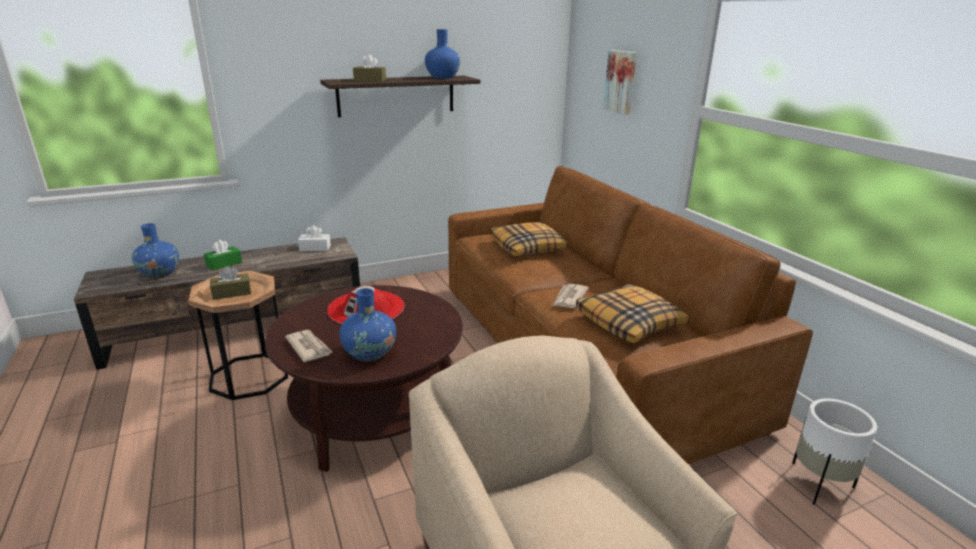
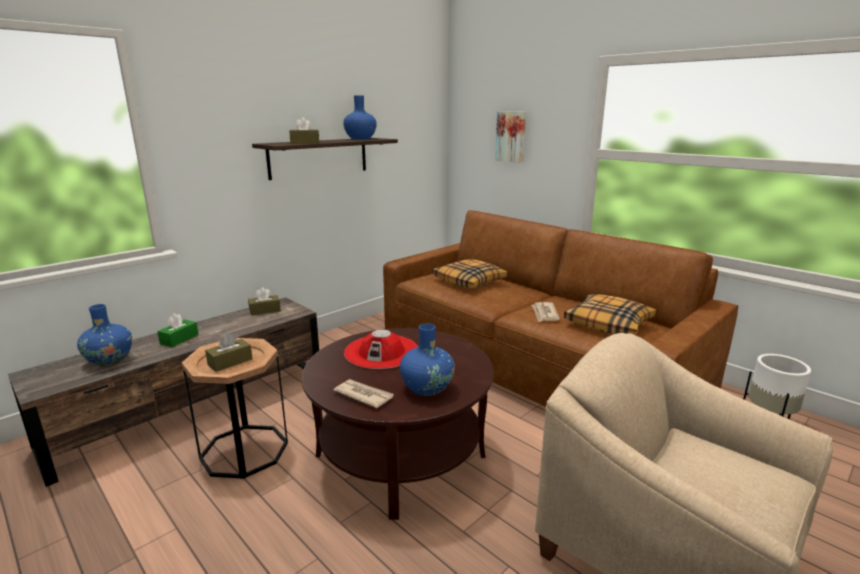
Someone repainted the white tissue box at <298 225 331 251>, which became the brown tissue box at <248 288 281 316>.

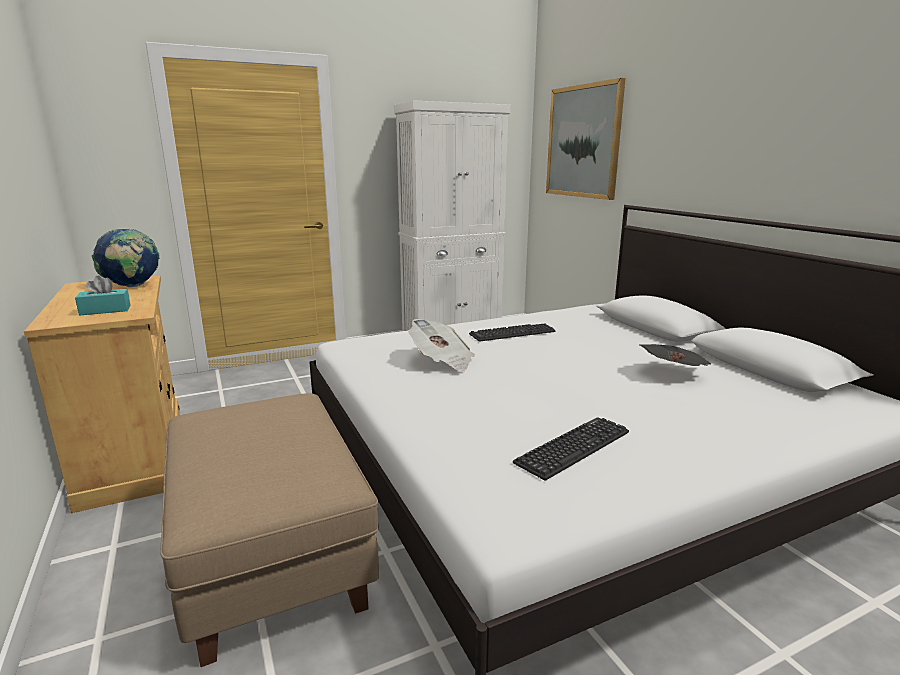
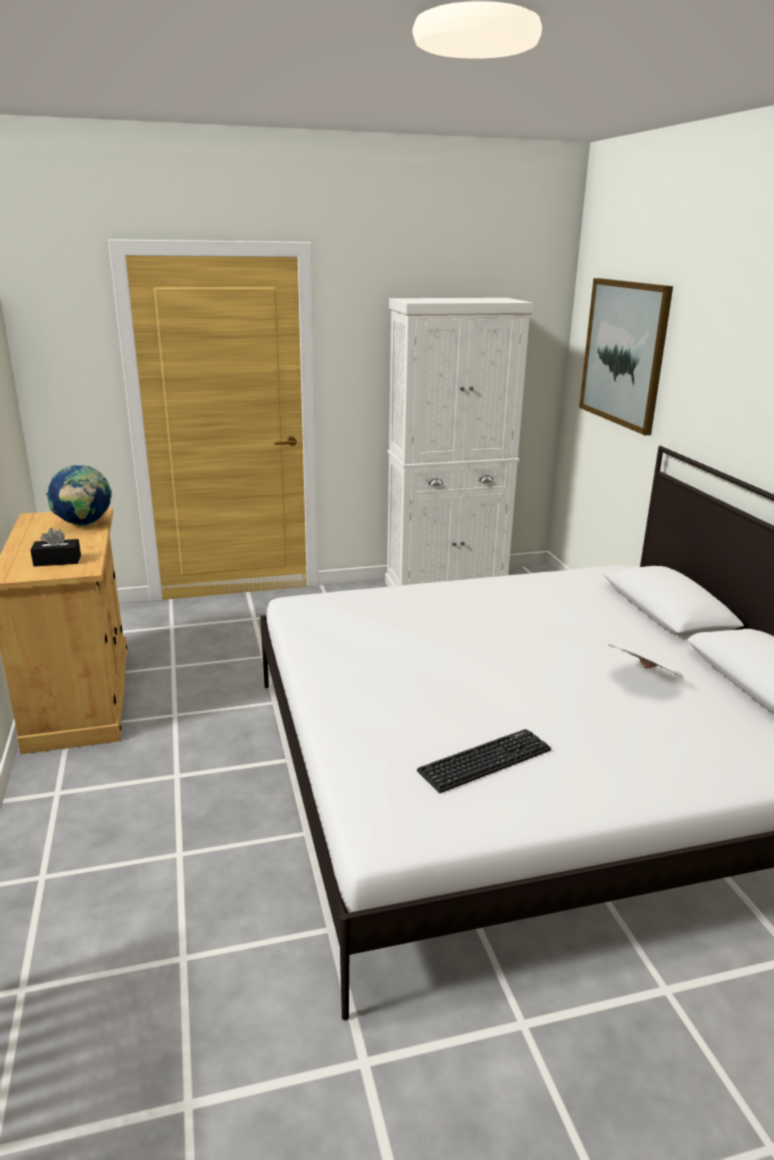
Someone took away the beige ottoman at <160 393 379 667>.
Someone took away the newspaper at <409 319 475 371>.
Someone took away the keyboard at <469 323 555 342>.
Someone repainted the turquoise tissue box at <75 276 131 315>, which became the black tissue box at <30 528 81 566>.

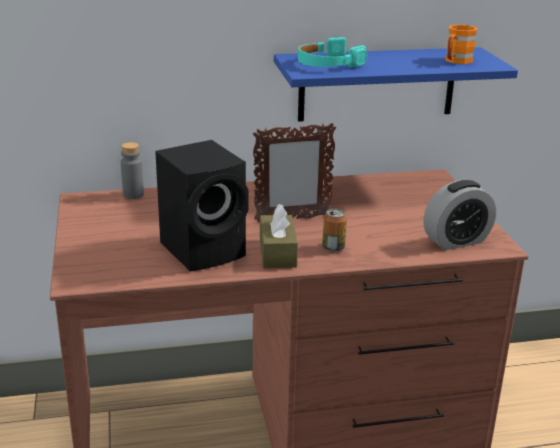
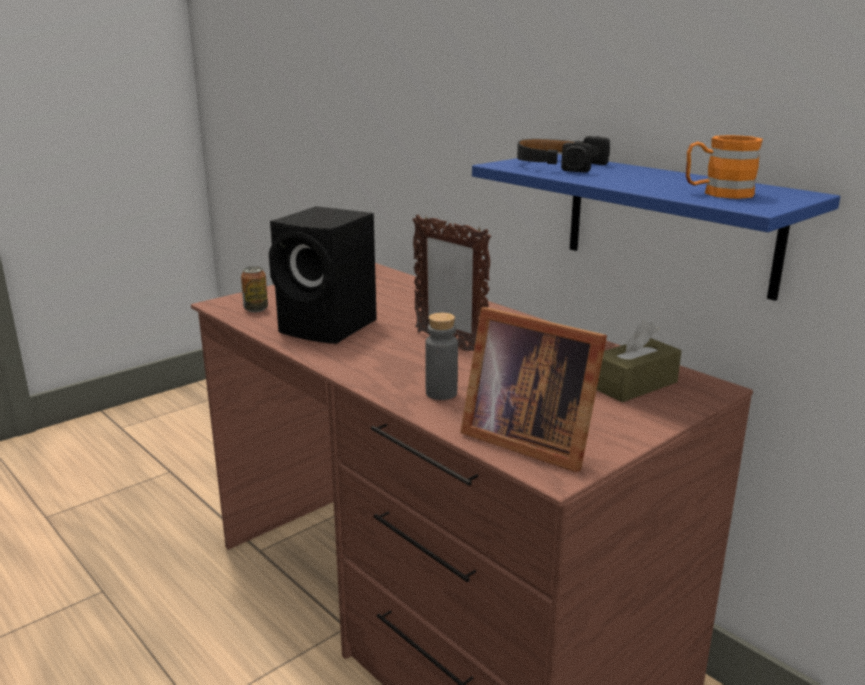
Someone carried the grey bottle from <121 142 144 199> to <425 313 458 400>.
Someone carried the brown tissue box from <260 204 298 268> to <597 320 681 402>.
Someone carried the can from <322 208 347 252> to <241 266 268 312>.
Someone swapped the alarm clock at <424 180 496 250> for the picture frame at <460 307 607 472>.
Someone repainted the turquoise headphones at <298 37 367 67>, which became the black headphones at <517 136 610 172>.

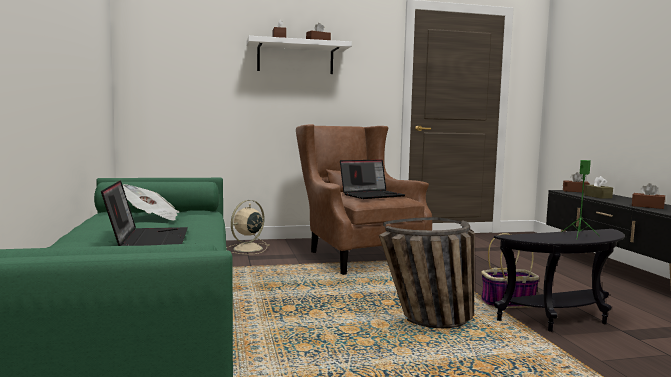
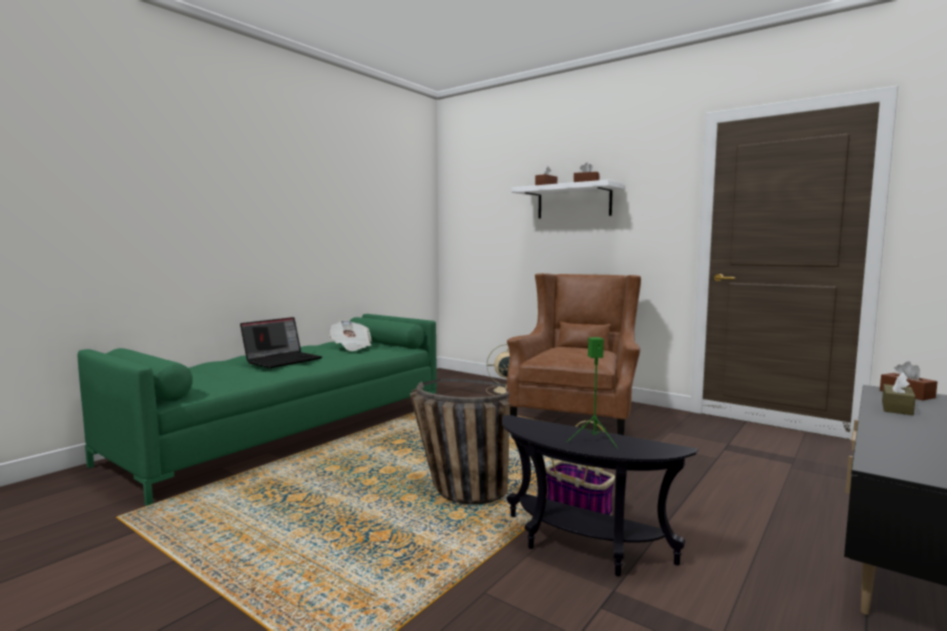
Someone took away the laptop at <340 159 405 199>.
Someone took away the brown tissue box at <632 183 665 209>.

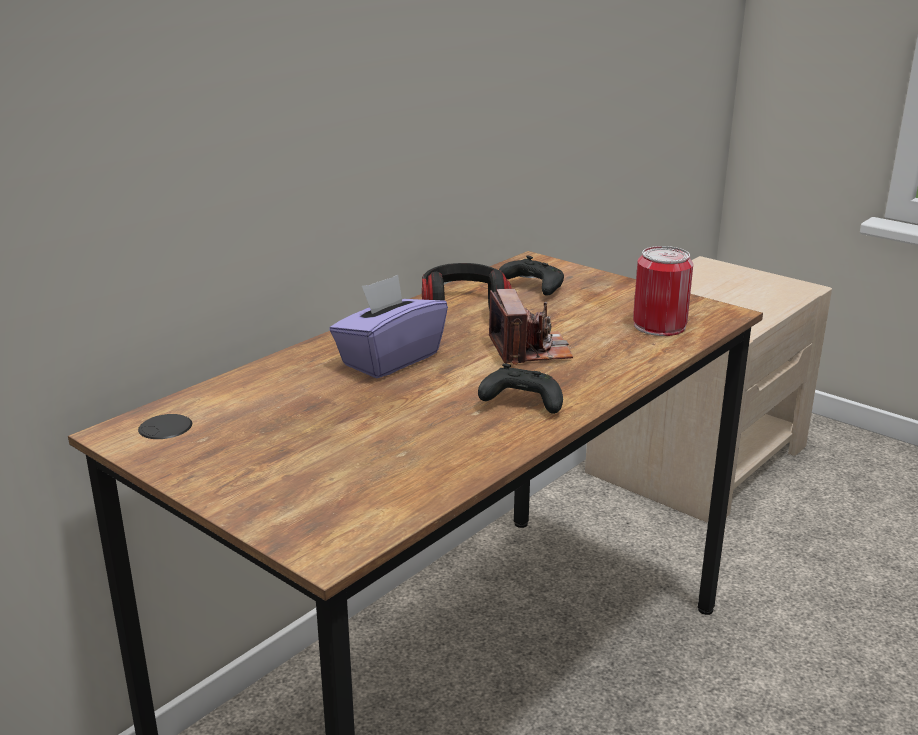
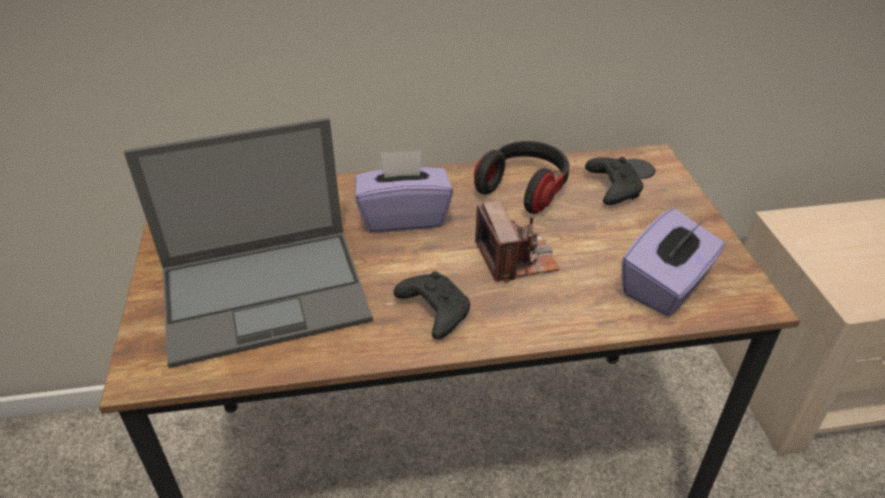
Someone put down the laptop at <124 117 373 368>.
Someone swapped the can at <633 246 693 336> for the purple tissue box at <622 209 725 316>.
Someone rotated the photo camera at <489 289 573 365> by 45 degrees counterclockwise.

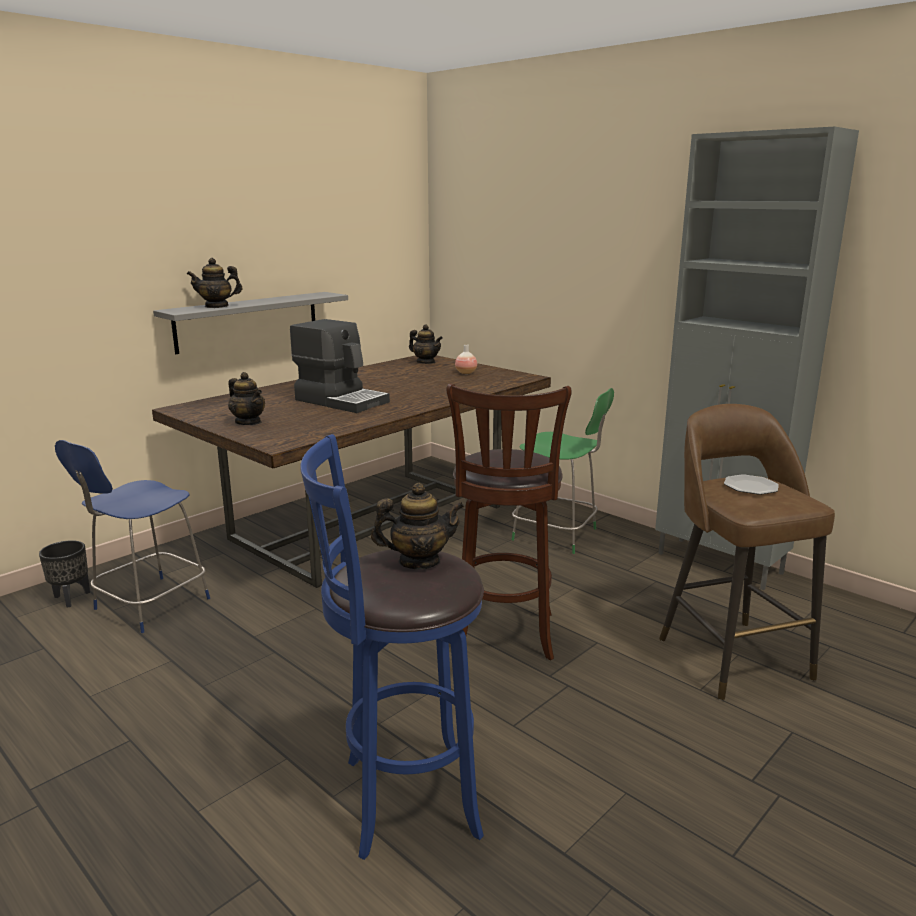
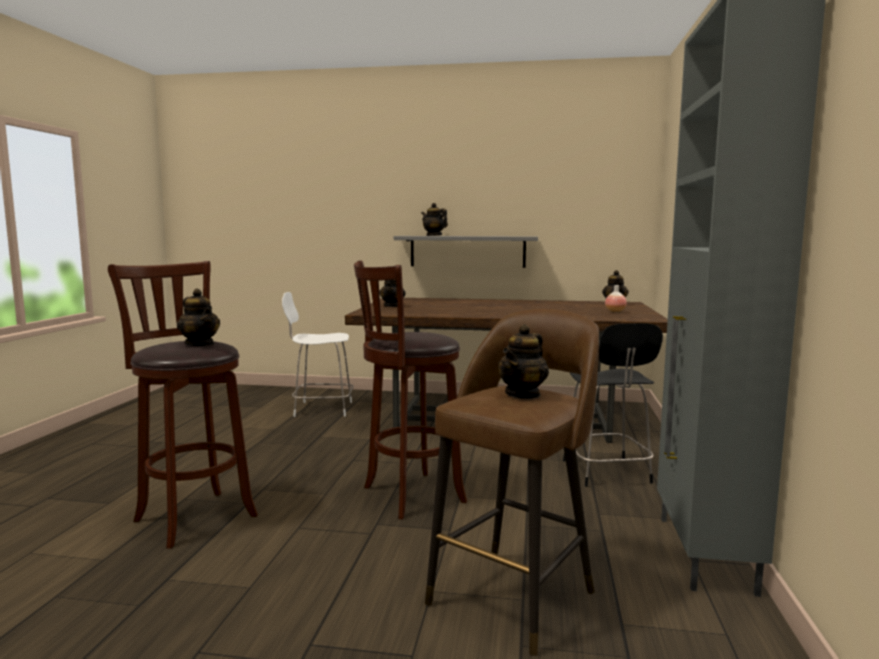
Someone took away the black planter at <39 540 90 607>.
Someone took away the coffee machine at <290 319 390 413>.
Someone swapped the plate at <724 474 779 495> for the teapot at <498 324 549 399>.
Someone repainted the blue chair at <55 440 210 633>, which became the white chair at <282 292 354 417>.
Someone repainted the blue stool at <300 434 484 860>, which became the brown stool at <108 261 258 549>.
Someone repainted the green chair at <511 388 614 554>, which became the black chair at <563 323 663 487>.

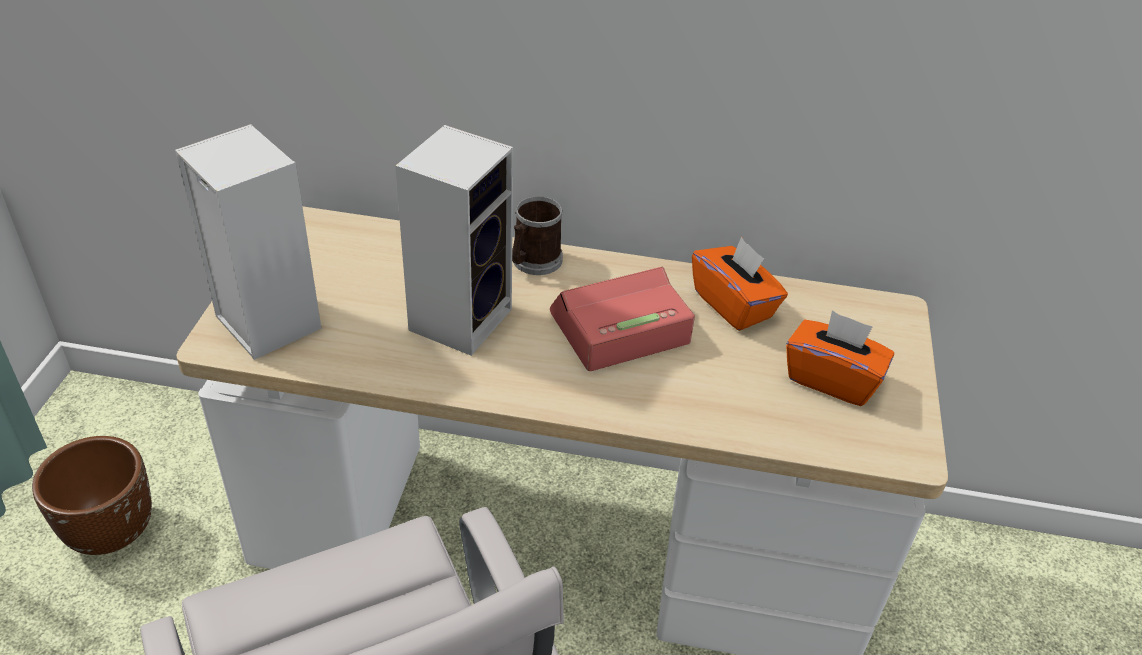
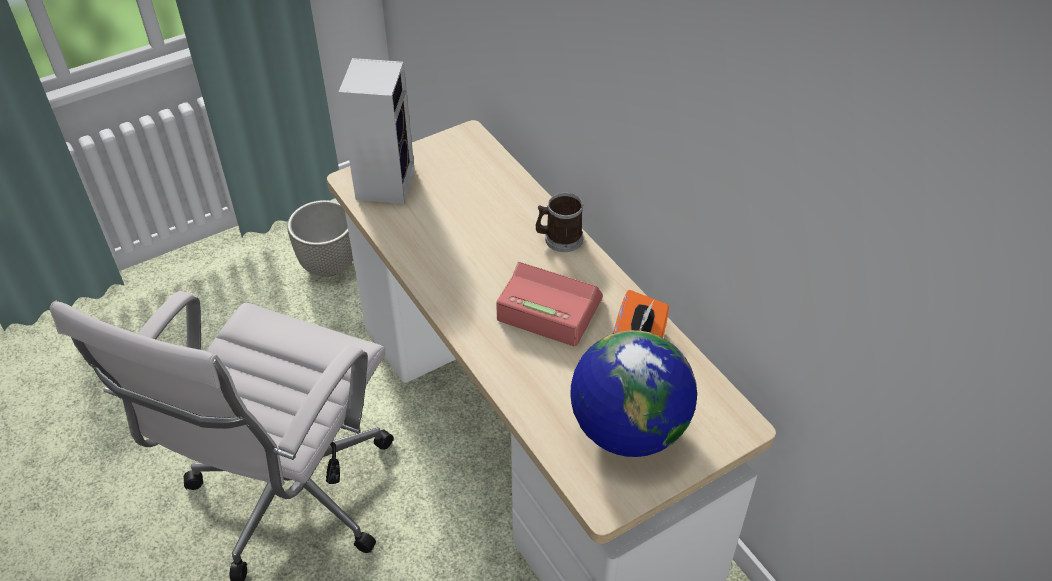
Someone took away the speaker at <395 125 513 356>.
Someone swapped the orange tissue box at <786 310 894 406> for the globe at <570 330 697 457>.
Someone repainted the brown planter at <32 436 152 555>, which became the grey planter at <287 200 353 277>.

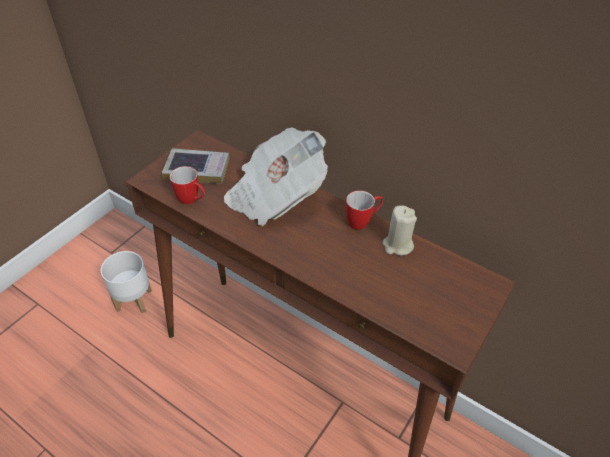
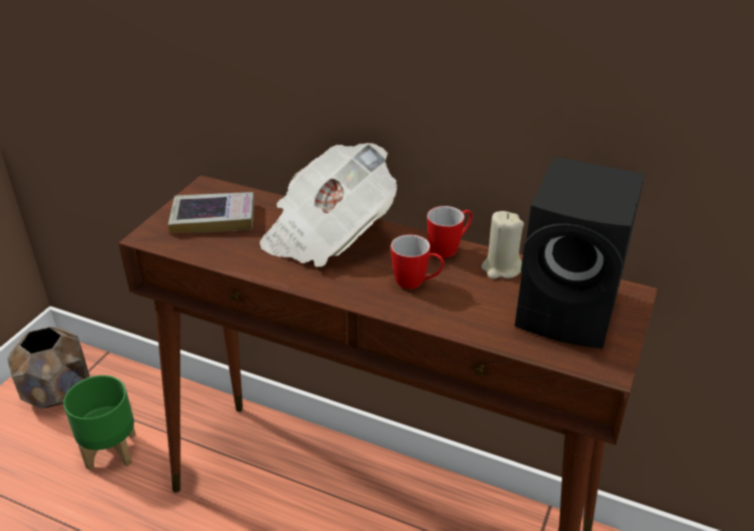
Someone put down the brown planter at <7 327 89 409>.
Someone put down the black speaker at <515 157 645 349>.
Someone carried the mug from <170 166 205 204> to <391 234 444 289>.
Someone repainted the white planter at <101 251 152 313>, which became the green planter at <63 375 136 471>.

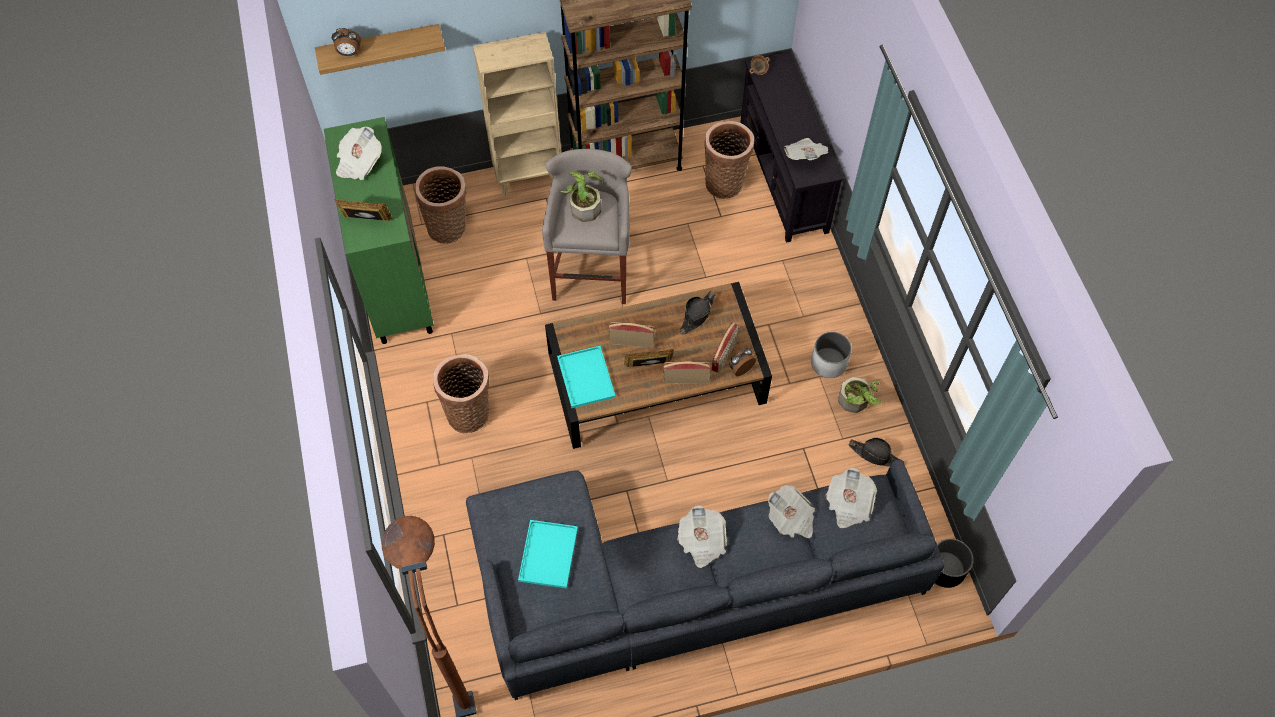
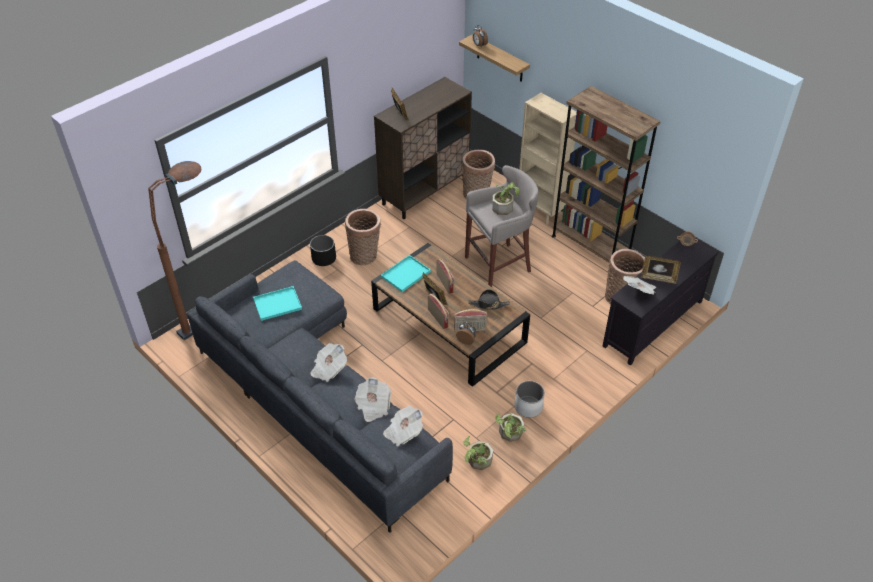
Someone took away the newspaper at <336 127 382 180>.
Someone put down the picture frame at <641 256 681 284>.
Someone carried the black planter from <935 539 973 588> to <310 235 336 266>.
Someone swapped the black hat at <848 438 904 467> for the potted plant at <463 436 493 470>.
Someone repainted the green cabinet at <324 117 434 344>, which became the brown cabinet at <374 77 472 219>.

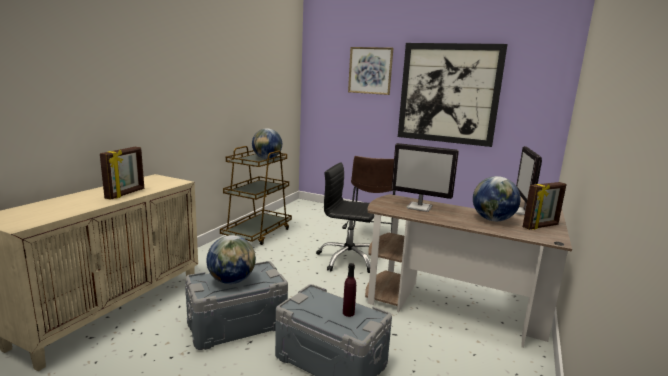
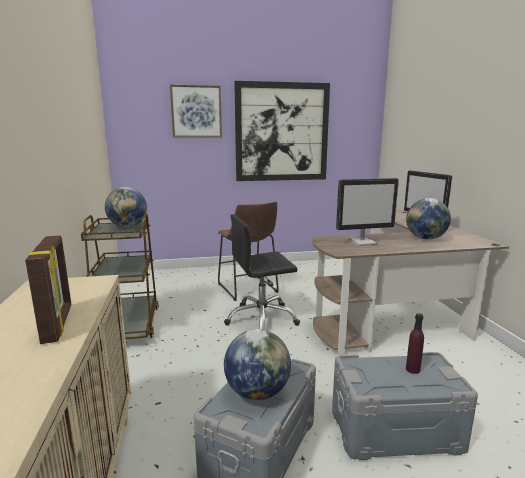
Someone took away the picture frame at <523 182 567 230>.

